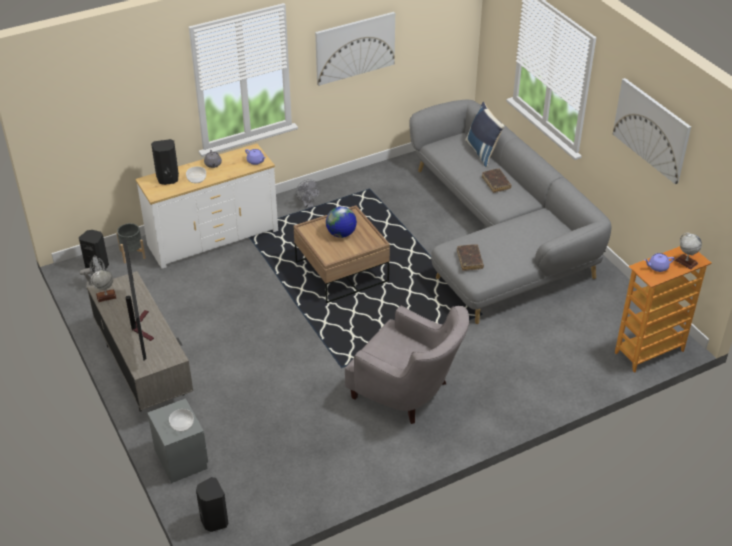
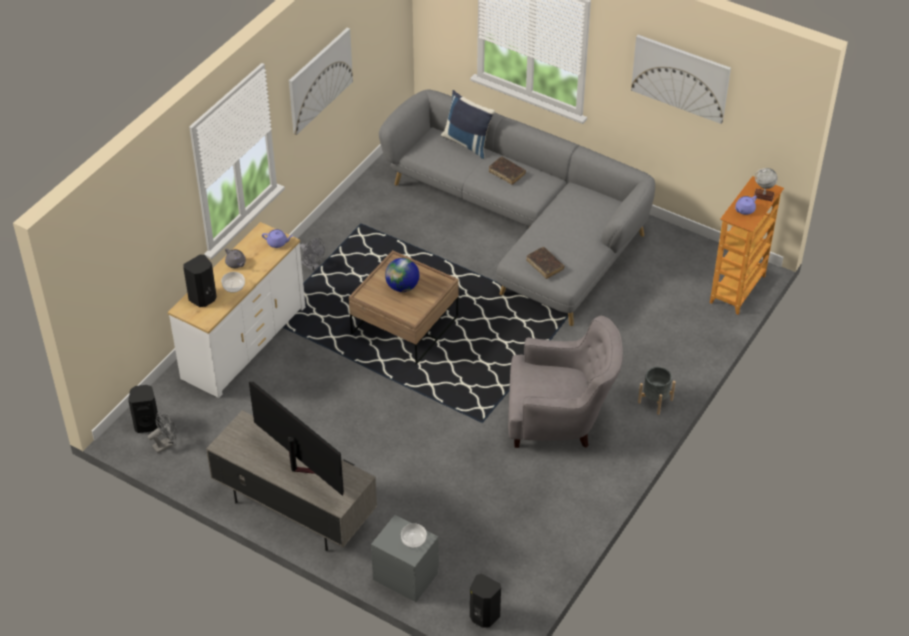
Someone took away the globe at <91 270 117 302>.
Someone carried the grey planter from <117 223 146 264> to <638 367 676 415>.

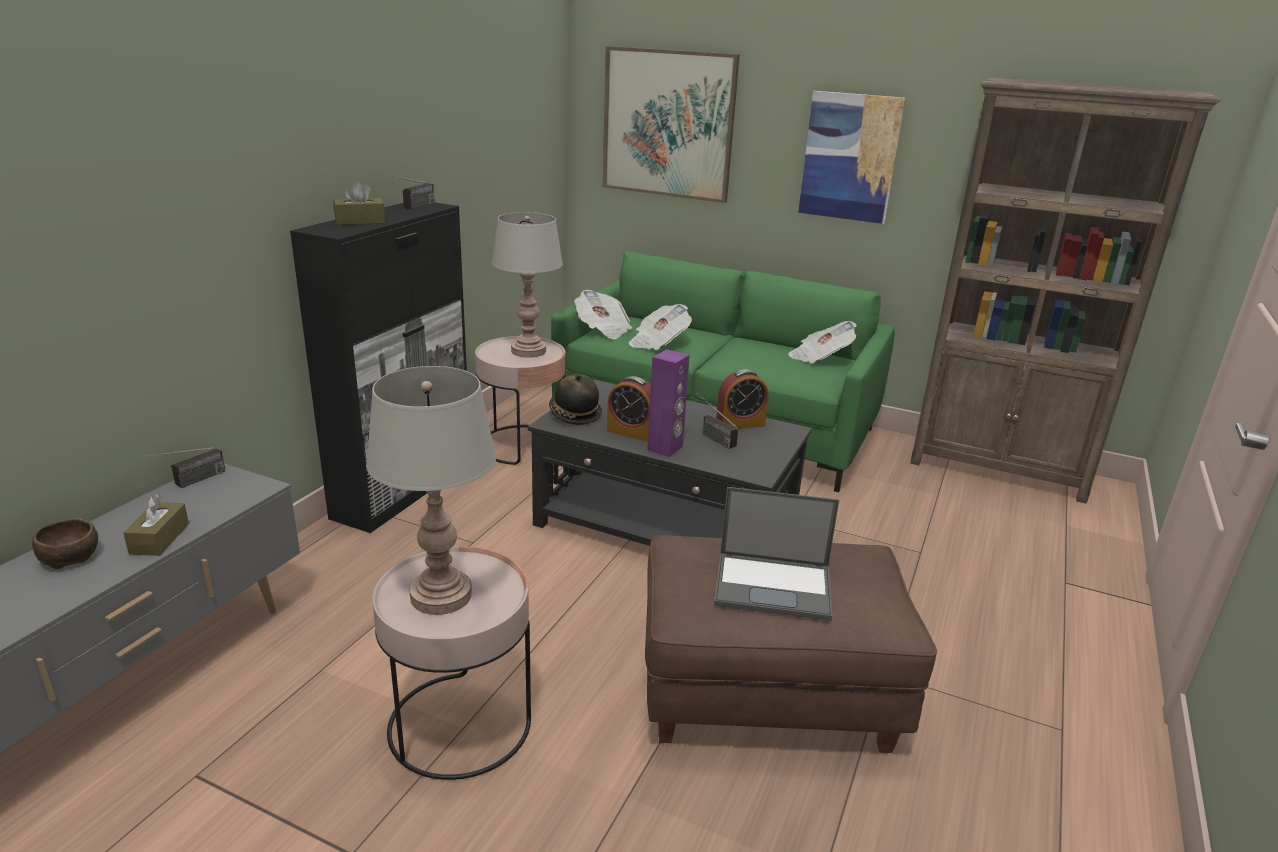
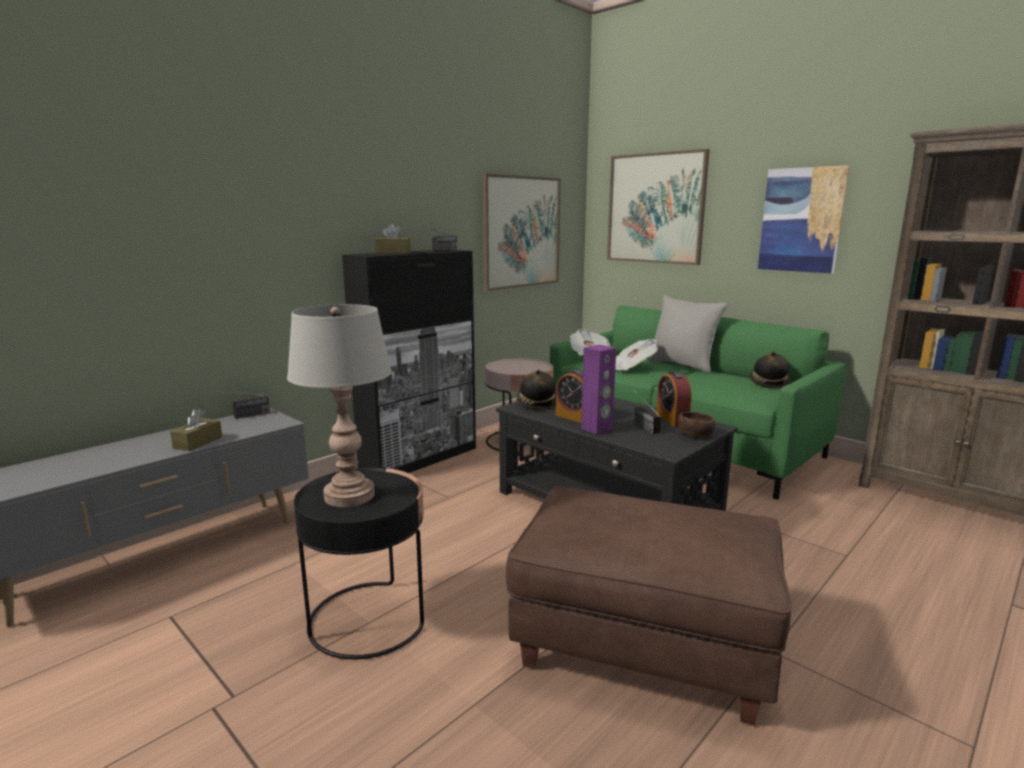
Someone took away the grey table lamp at <492 212 563 358>.
Someone took away the laptop at <714 487 839 621>.
Someone put up the picture at <482 174 561 291>.
Someone put down the grey pillow at <648 295 728 374>.
Someone carried the brown bowl from <32 518 98 569> to <678 412 715 439>.
Someone swapped the newspaper at <788 321 857 363> for the hat at <750 351 791 388>.
Someone repainted the pink side table at <372 547 531 780>, which became the black side table at <294 467 424 659>.
Someone rotated the alarm clock at <716 369 768 429> by 75 degrees clockwise.

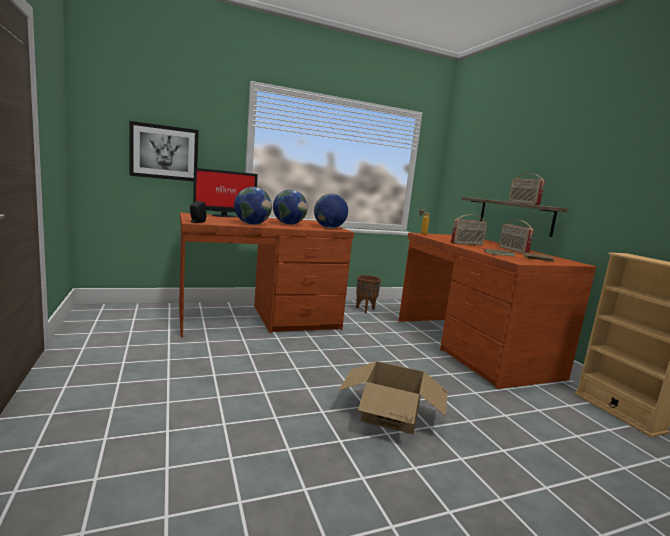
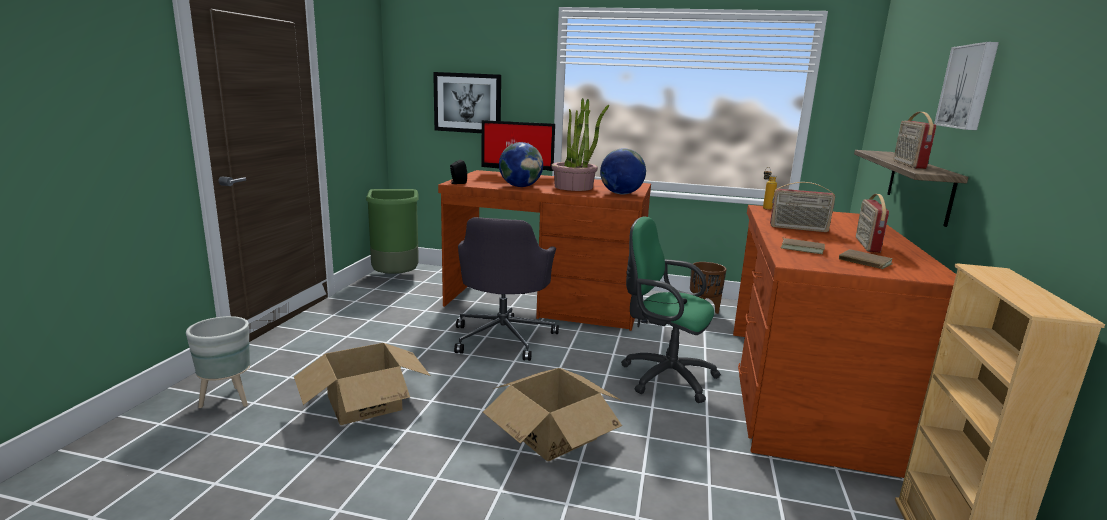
Someone put down the grey planter at <186 316 250 408>.
Someone put down the cardboard box at <294 343 431 425>.
Someone put down the green trash can at <366 189 419 274>.
Someone put down the grey office chair at <454 217 559 361>.
Someone put down the green office chair at <621 217 721 403>.
Someone put up the picture at <934 42 999 130>.
Someone swapped the globe at <273 190 308 224> for the potted plant at <551 98 609 191>.

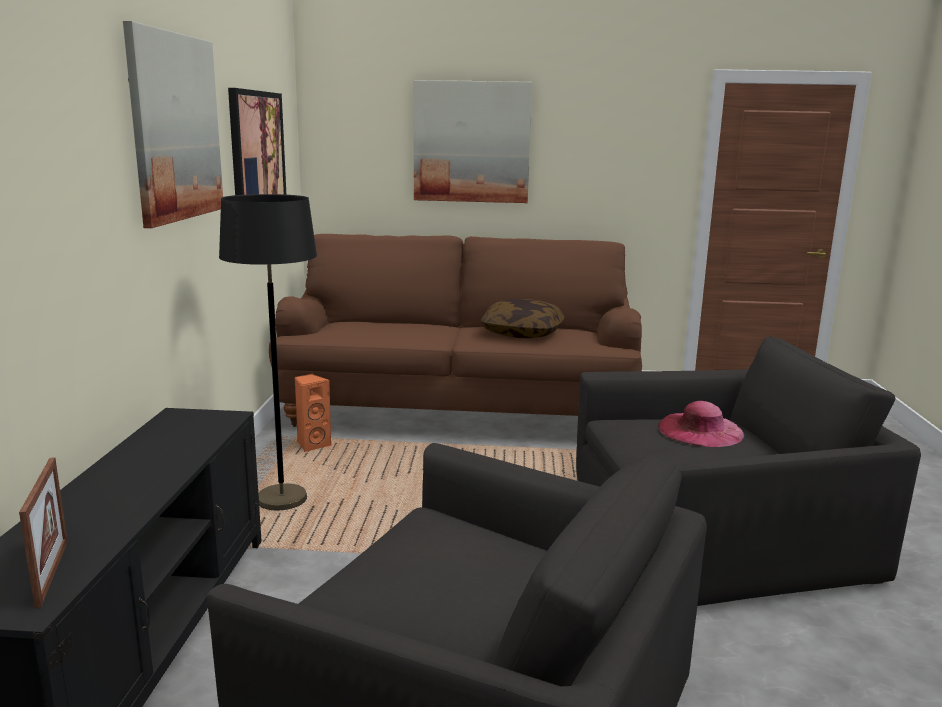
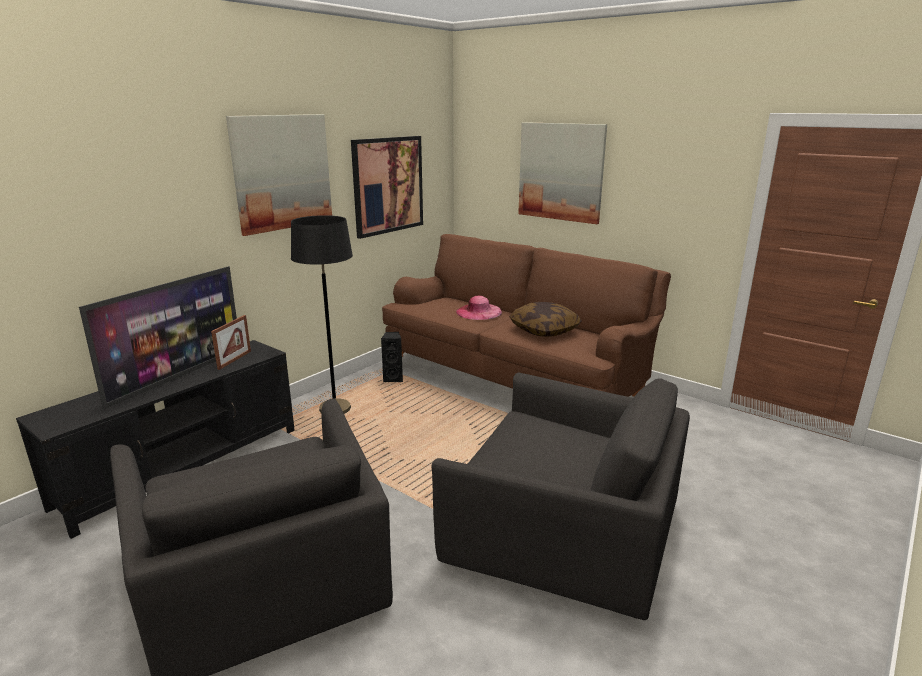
Someone put down the television at <79 266 237 409>.
Someone carried the picture frame from <19 457 68 608> to <211 315 251 370>.
Someone carried the pink hat from <658 401 744 447> to <456 296 502 320>.
Someone repainted the orange speaker at <294 374 332 452>, which became the black speaker at <381 332 403 382>.

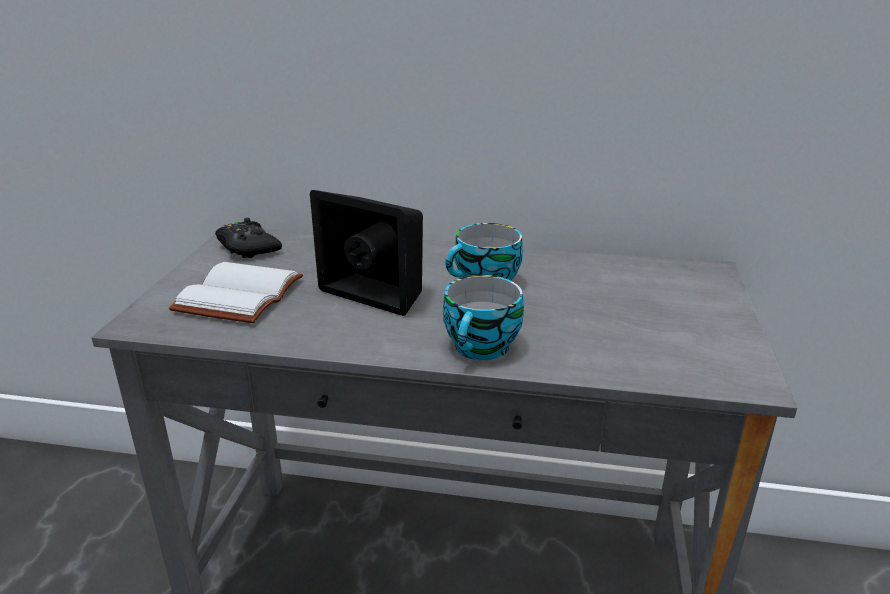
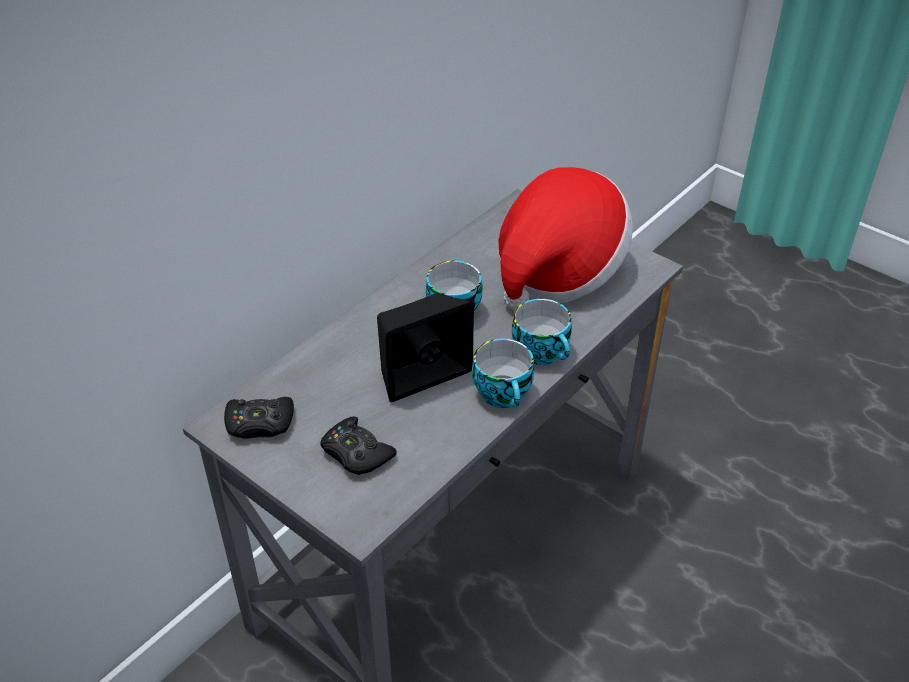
Someone put down the cup at <472 339 534 408>.
Someone put down the hat at <498 167 633 310>.
Someone swapped the white book at <169 262 303 323> for the black game controller at <320 416 397 475>.

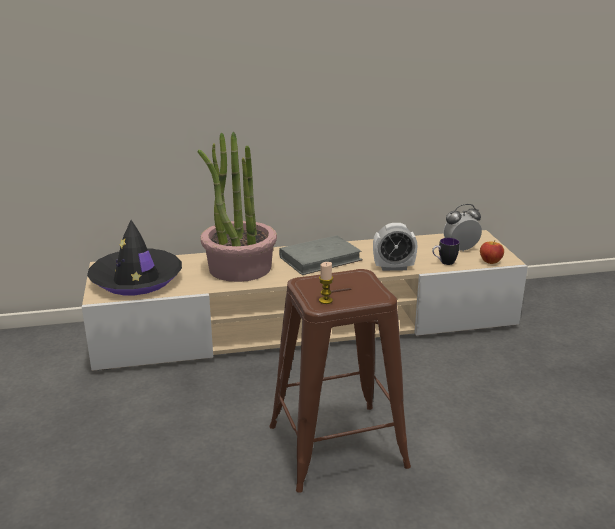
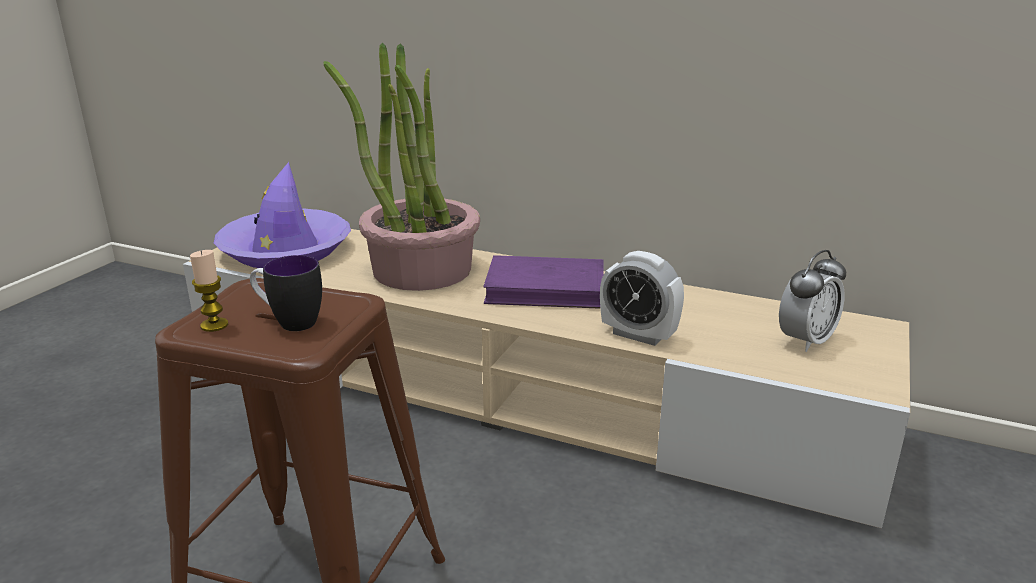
Someone took away the apple at <480 240 504 264>.
Someone carried the mug from <432 238 459 265> to <250 255 322 331>.
Someone repainted the black hat at <87 220 182 295>, which became the purple hat at <214 162 351 268>.
Someone repainted the grey book at <279 235 363 275>, which became the purple book at <483 255 603 309>.
Someone rotated the alarm clock at <443 204 482 252> by 120 degrees clockwise.

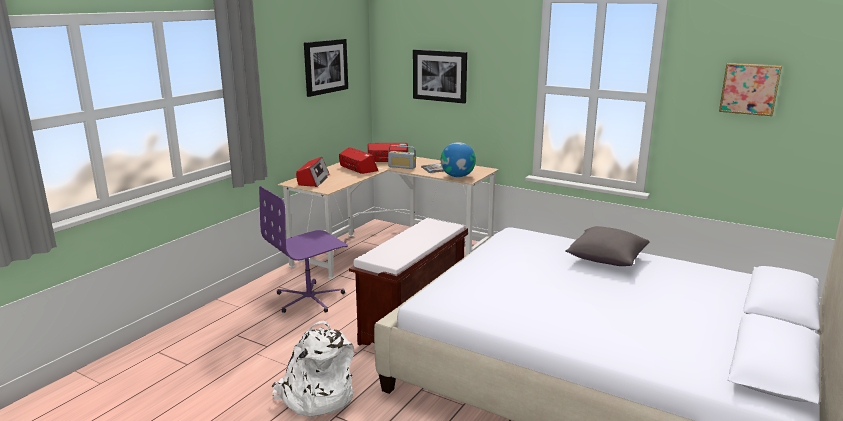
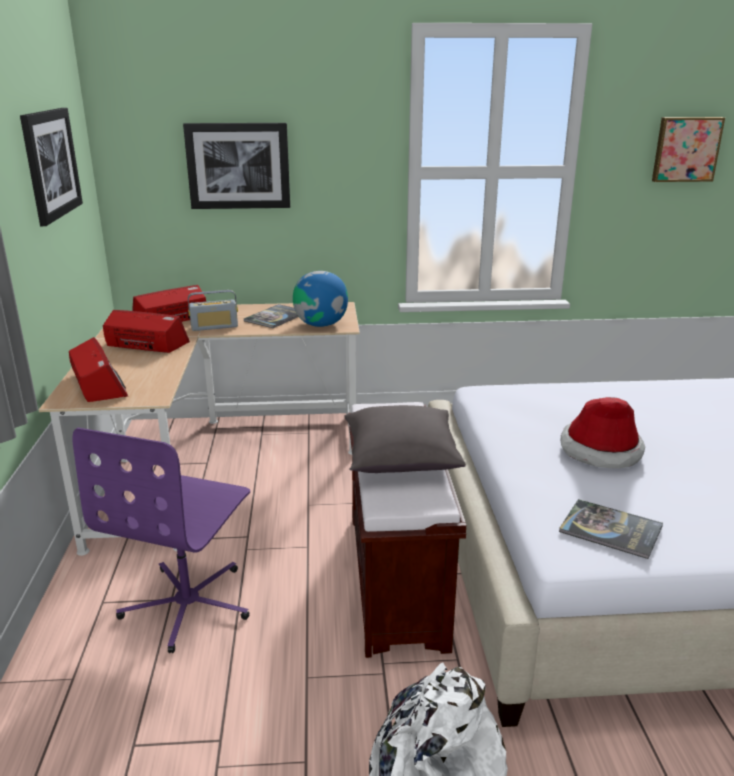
Someone put down the book at <559 499 663 559>.
Someone put down the hat at <561 397 645 468>.
Someone carried the grey pillow from <565 226 650 266> to <344 405 466 473>.

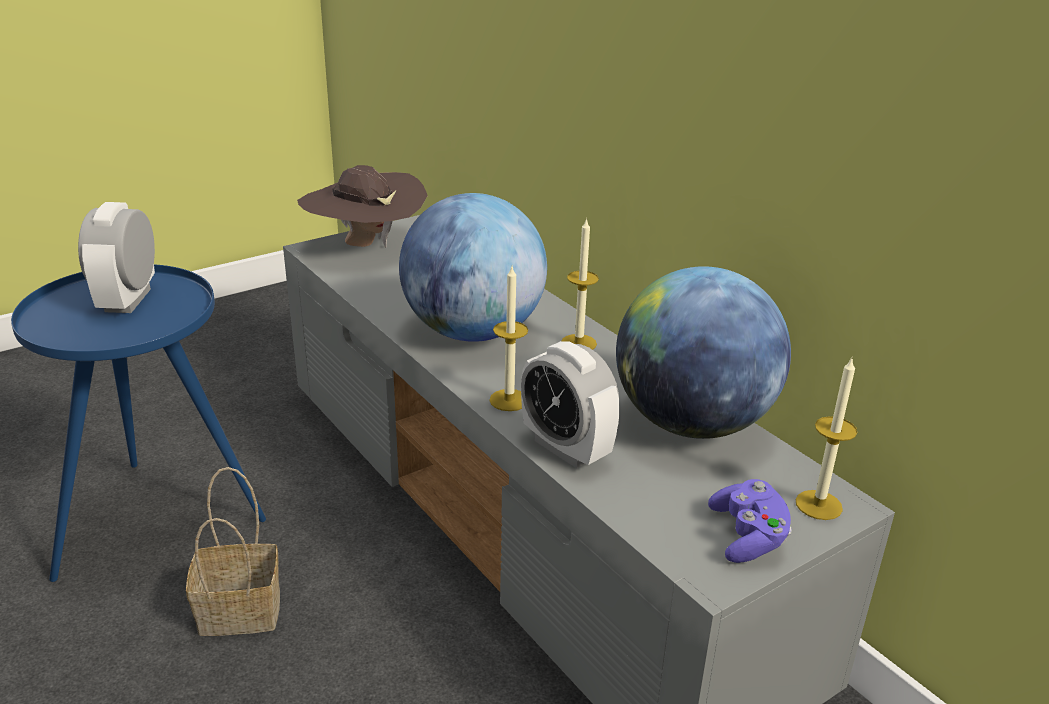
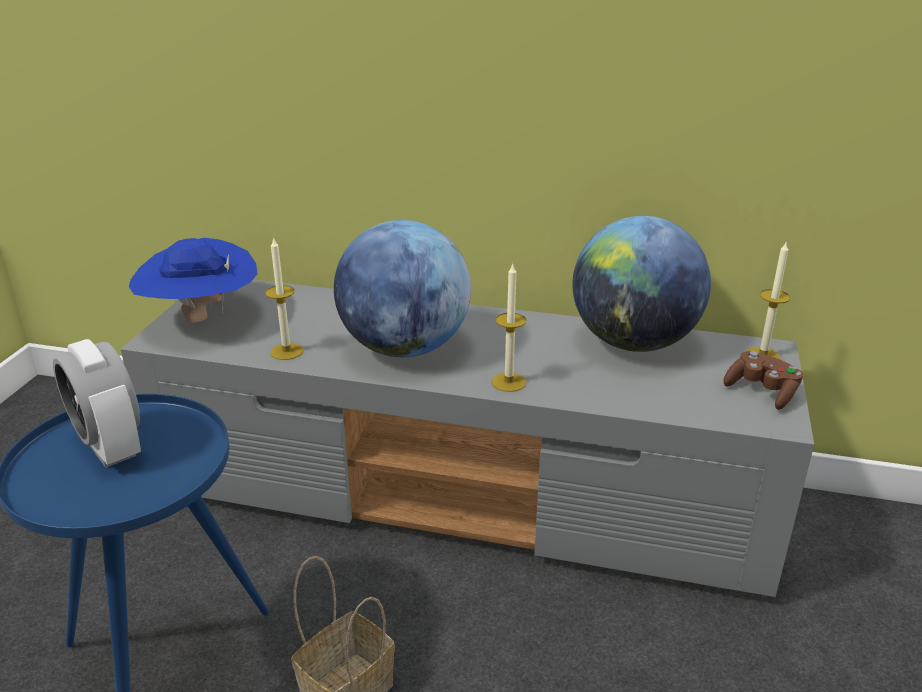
Someone took away the alarm clock at <521 341 620 468>.
Someone carried the candle from <562 218 599 350> to <265 237 304 360>.
Someone repainted the brown hat at <297 165 428 247>, which became the blue hat at <129 238 257 323>.
Someone repainted the purple game controller at <708 479 792 563>, which became the brown game controller at <723 351 803 410>.

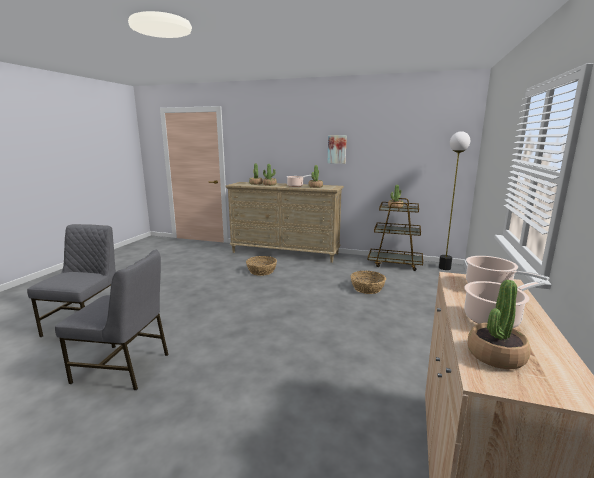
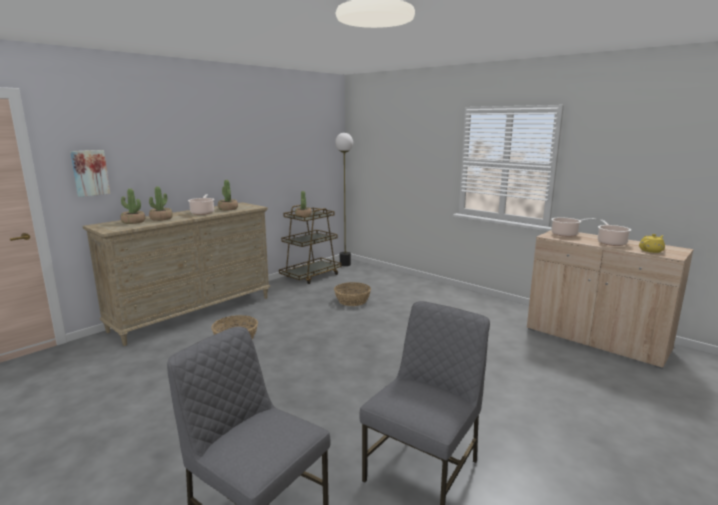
Someone carried the picture from <328 135 347 164> to <70 150 110 197>.
Someone swapped the potted plant at <468 280 531 369> for the yellow teapot at <639 234 665 253>.

